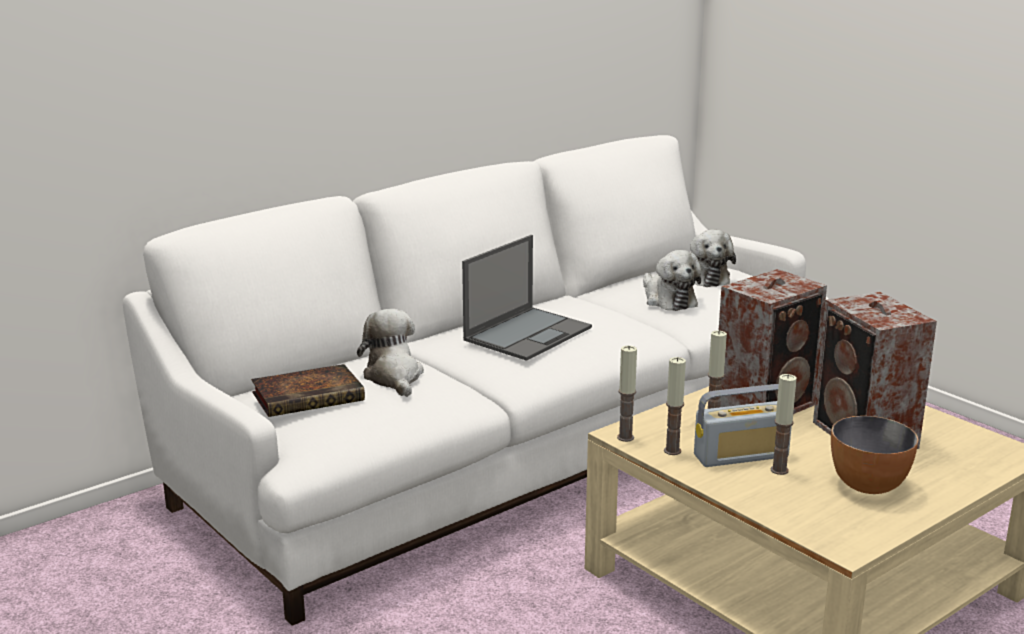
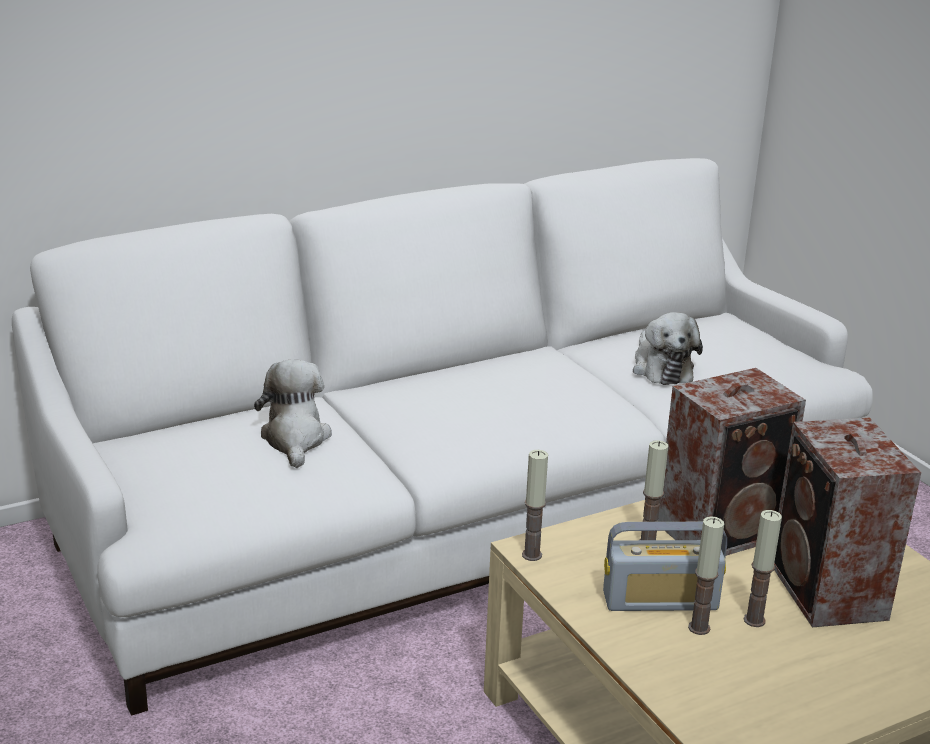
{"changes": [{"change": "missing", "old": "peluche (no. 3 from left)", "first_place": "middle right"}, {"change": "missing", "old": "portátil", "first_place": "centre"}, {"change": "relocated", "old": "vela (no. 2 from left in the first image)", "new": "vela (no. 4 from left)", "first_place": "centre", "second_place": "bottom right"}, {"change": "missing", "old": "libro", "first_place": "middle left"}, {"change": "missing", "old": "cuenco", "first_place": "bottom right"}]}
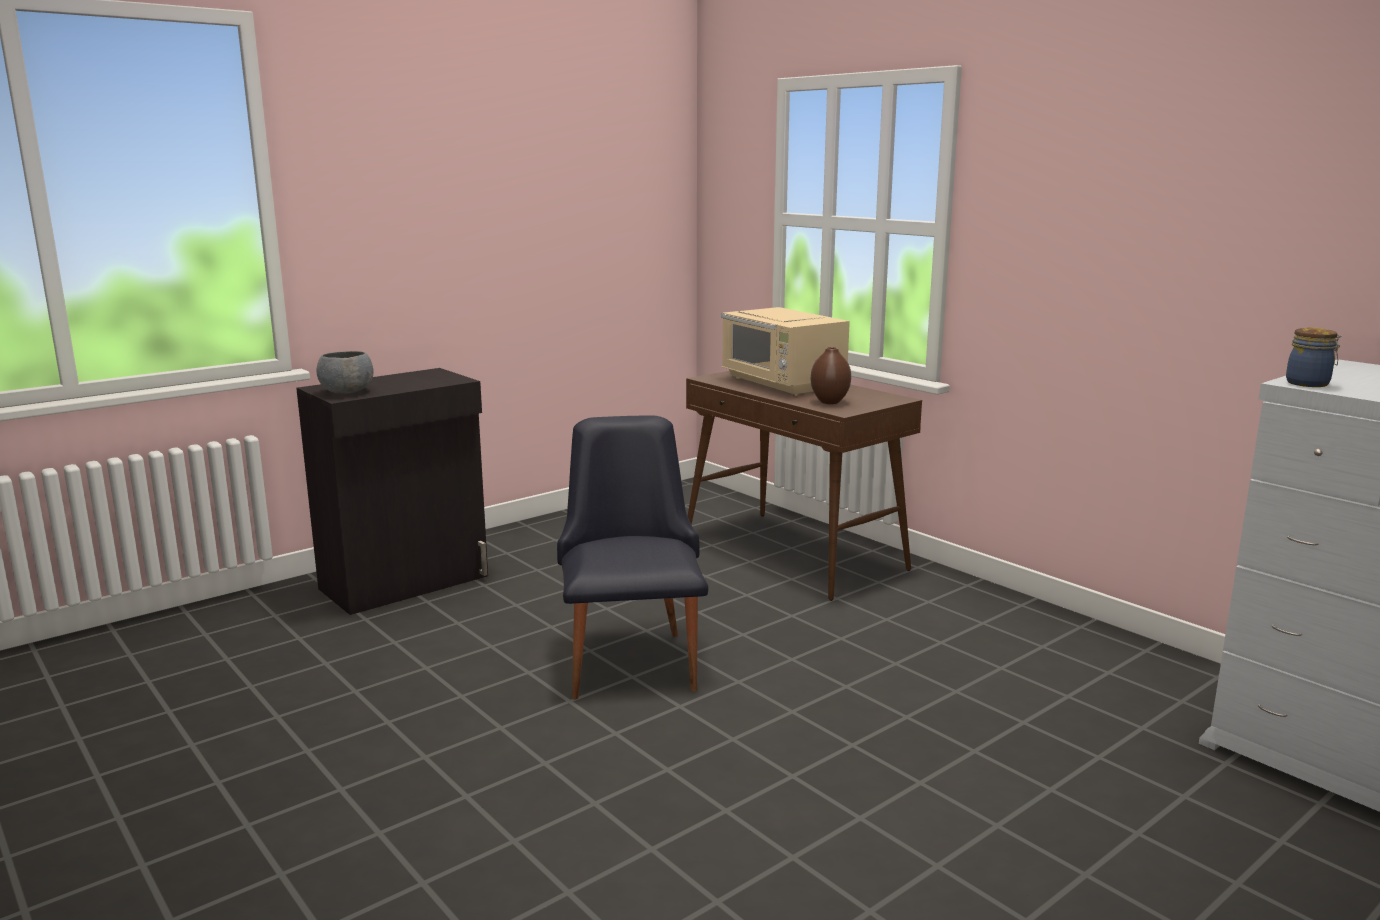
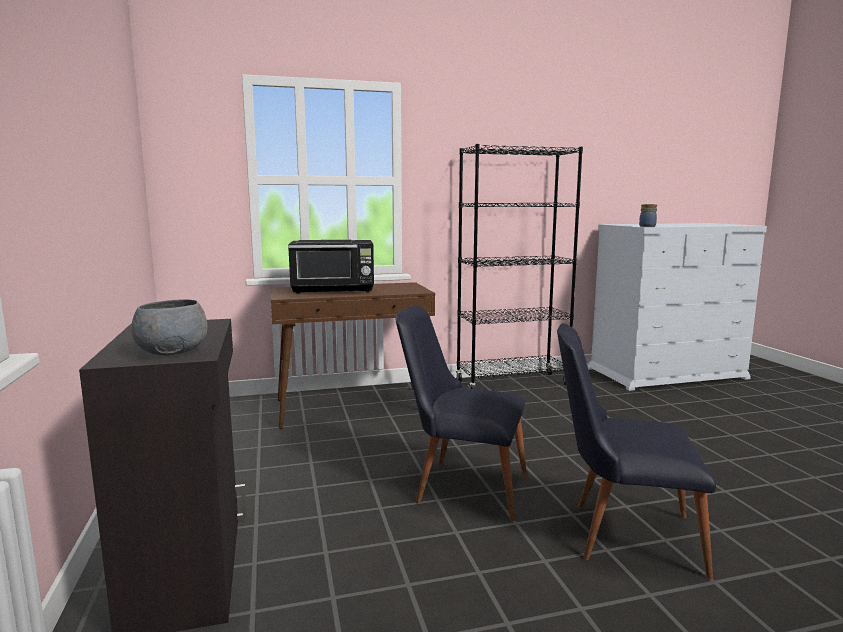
{"changes": [{"change": "colour", "old": "microondas/beis", "new": "microondas/negro", "first_place": "centre", "second_place": "centre"}, {"change": "missing", "old": "florero/marrón", "first_place": "centre"}, {"change": "appeared", "new": "estantería/negro", "second_place": "centre"}, {"change": "appeared", "new": "silla/negro (no. 2 from left)", "second_place": "bottom right"}]}
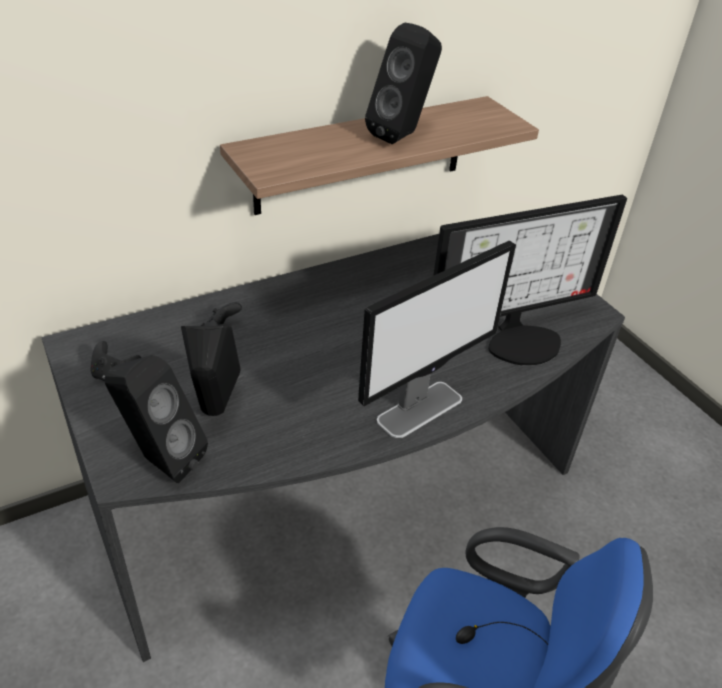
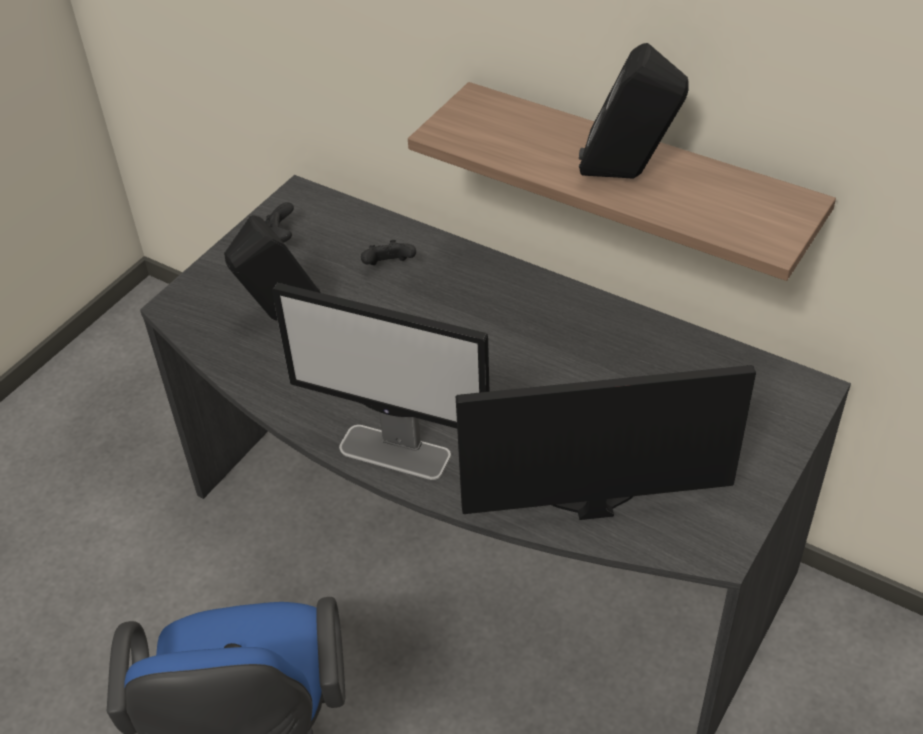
{"changes": [{"change": "spun", "old": "monitor (no. 2 from left)", "first_place": "middle right", "second_place": "centre", "degrees": 135}, {"change": "missing", "old": "altavoz/negro (no. 1 from left)", "first_place": "middle left"}]}
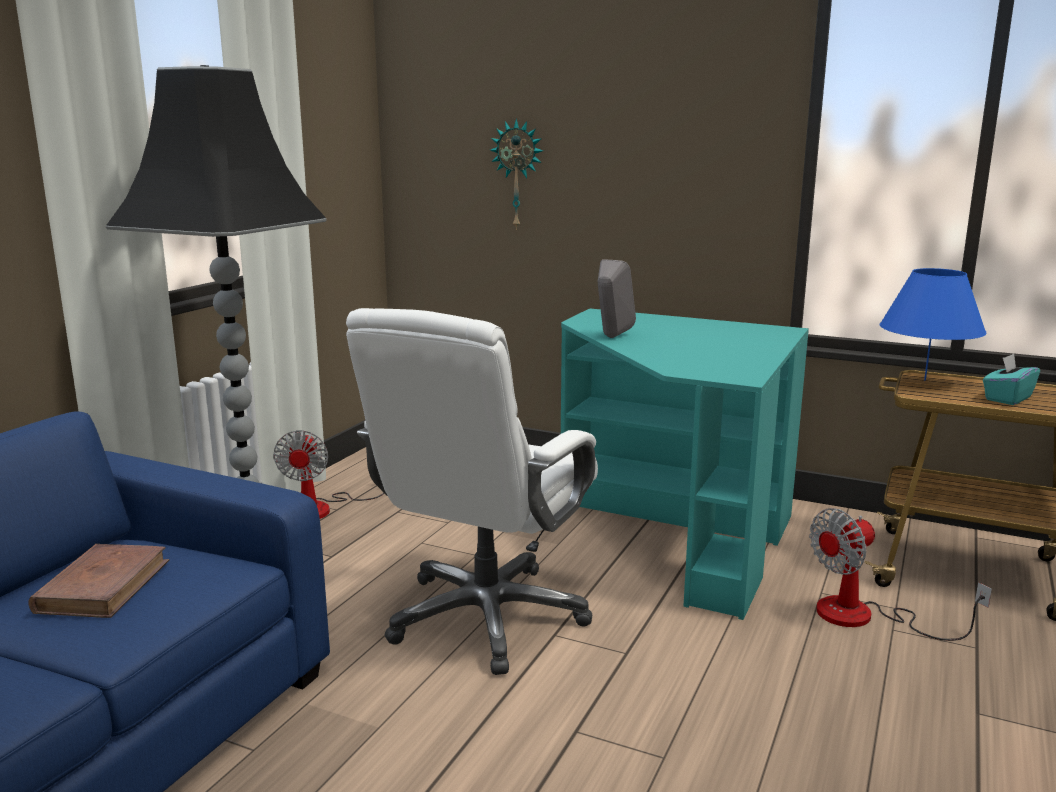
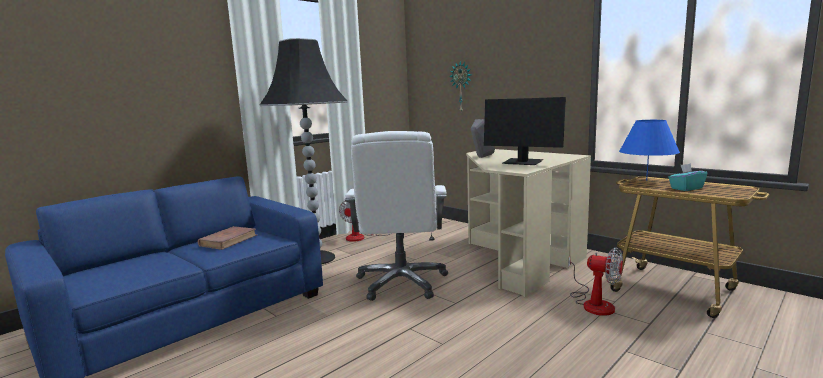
{"changes": [{"change": "spun", "old": "silla de oficina/blanco", "first_place": "centre", "second_place": "centre", "degrees": -45}, {"change": "colour", "old": "escritorio/turquesa", "new": "escritorio/beis", "first_place": "centre", "second_place": "centre"}, {"change": "spun", "old": "ventilador (no. 2 from left)", "first_place": "bottom right", "second_place": "bottom right", "degrees": -135}, {"change": "appeared", "new": "monitor", "second_place": "centre"}]}
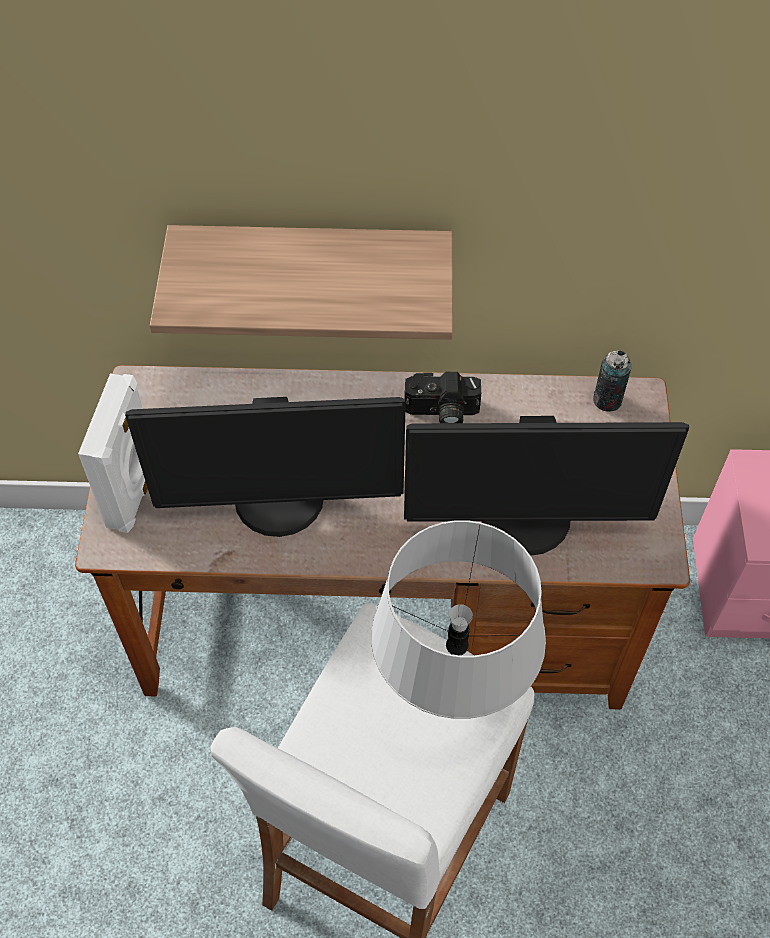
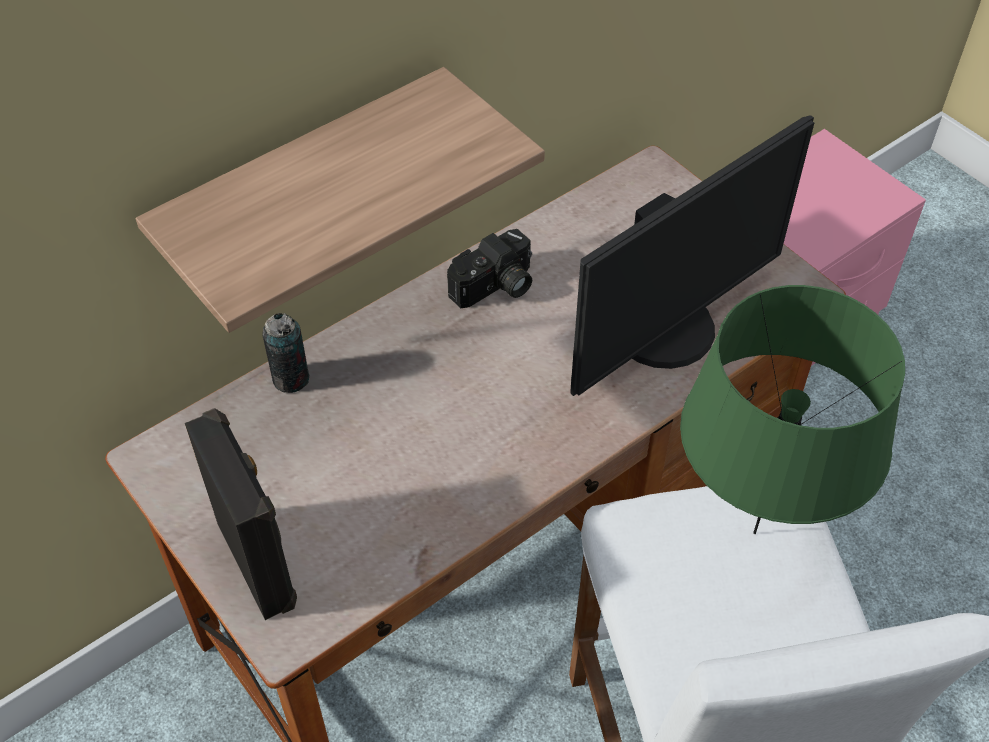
{"changes": [{"change": "relocated", "old": "lata", "first_place": "middle right", "second_place": "middle left"}, {"change": "colour", "old": "altavoz/blanco", "new": "altavoz/negro", "first_place": "middle left", "second_place": "bottom left"}, {"change": "missing", "old": "monitor (no. 1 from left)", "first_place": "centre"}, {"change": "colour", "old": "lámpara de mesa/gris", "new": "lámpara de mesa/verde", "first_place": "centre", "second_place": "middle right"}]}
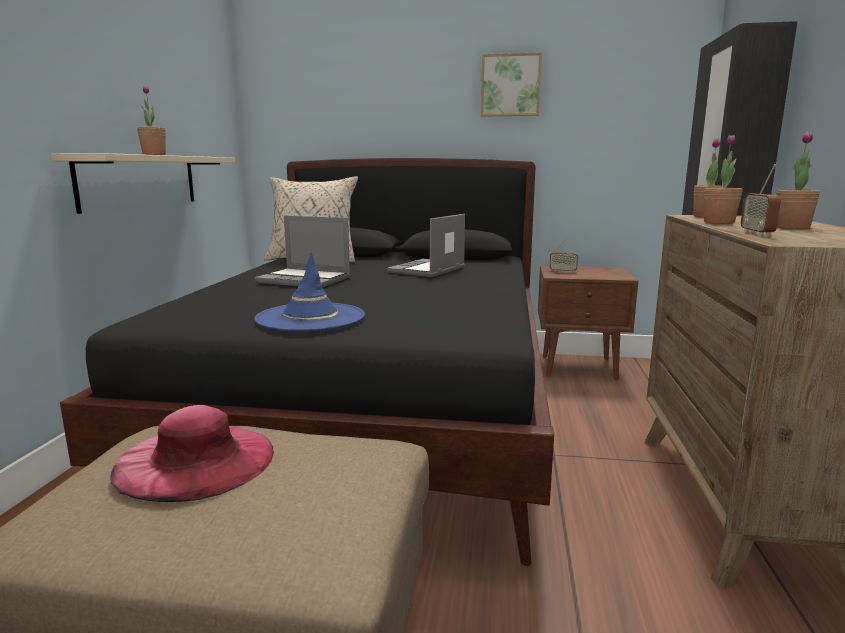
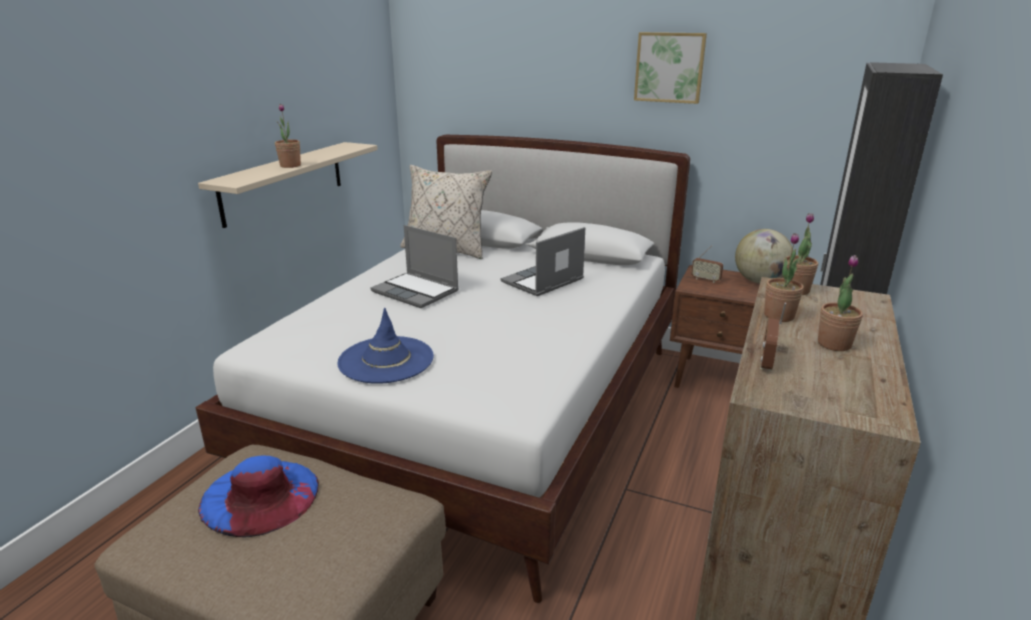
{"changes": [{"change": "colour", "old": "cama/negro", "new": "cama/blanco", "first_place": "centre", "second_place": "centre"}, {"change": "colour", "old": "sombrero/rosa", "new": "sombrero/azul (no. 1 from left)", "first_place": "bottom left", "second_place": "bottom left"}, {"change": "appeared", "new": "globo terráqueo", "second_place": "middle right"}]}
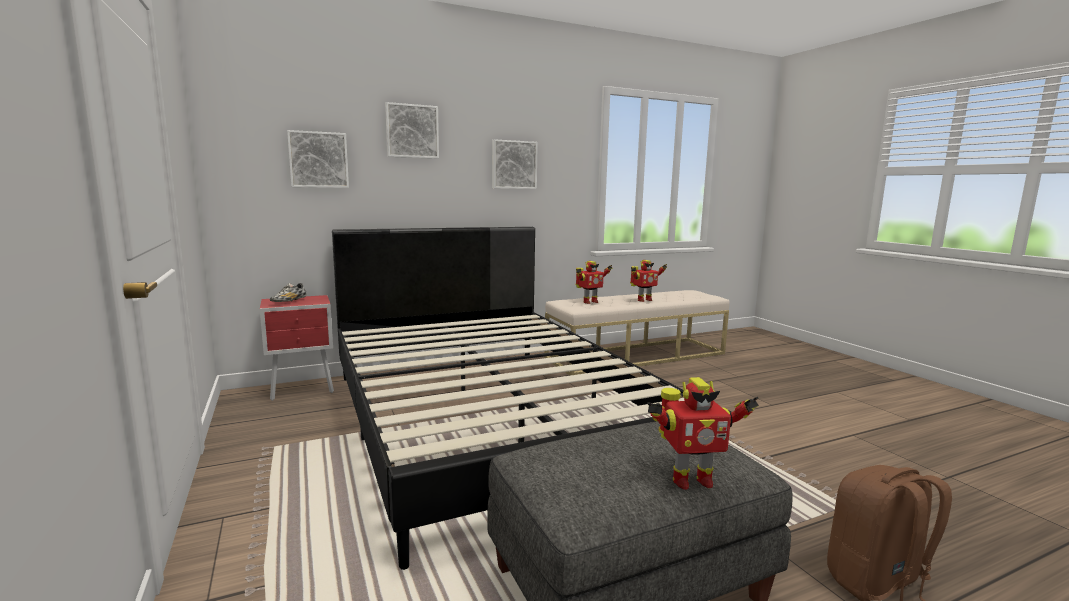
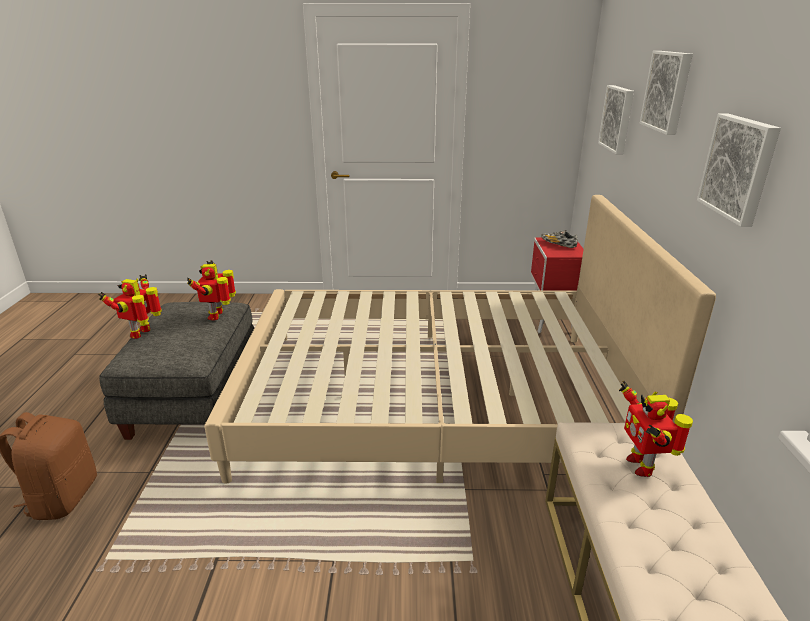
{"changes": [{"change": "colour", "old": "cama/negro", "new": "cama/beis", "first_place": "centre", "second_place": "centre"}, {"change": "relocated", "old": "robot de juguete (no. 2 from left)", "first_place": "centre", "second_place": "middle left"}]}
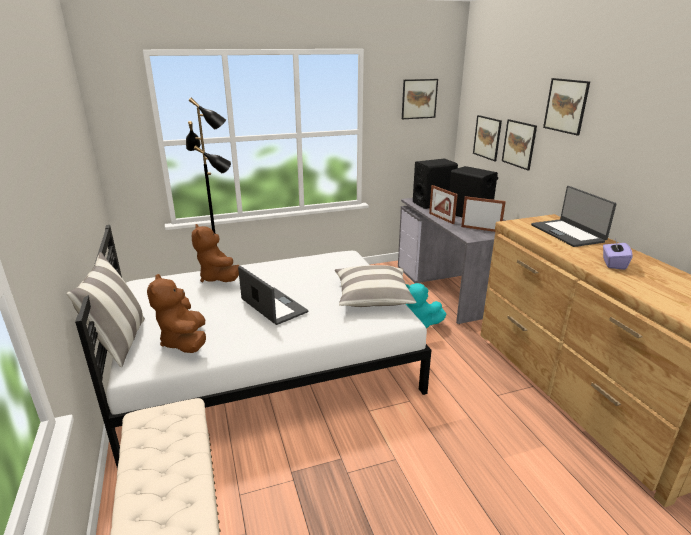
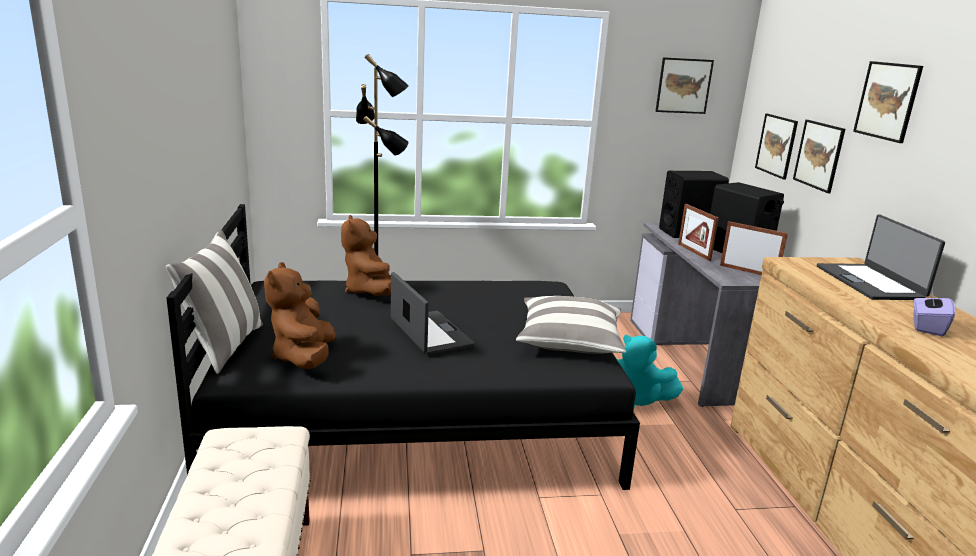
{"changes": [{"change": "colour", "old": "cama/blanco", "new": "cama/negro", "first_place": "centre", "second_place": "centre"}]}
